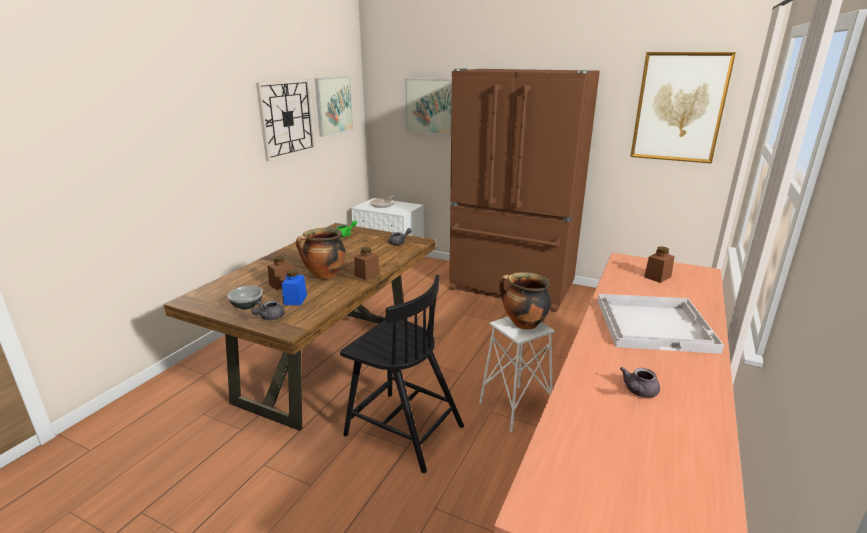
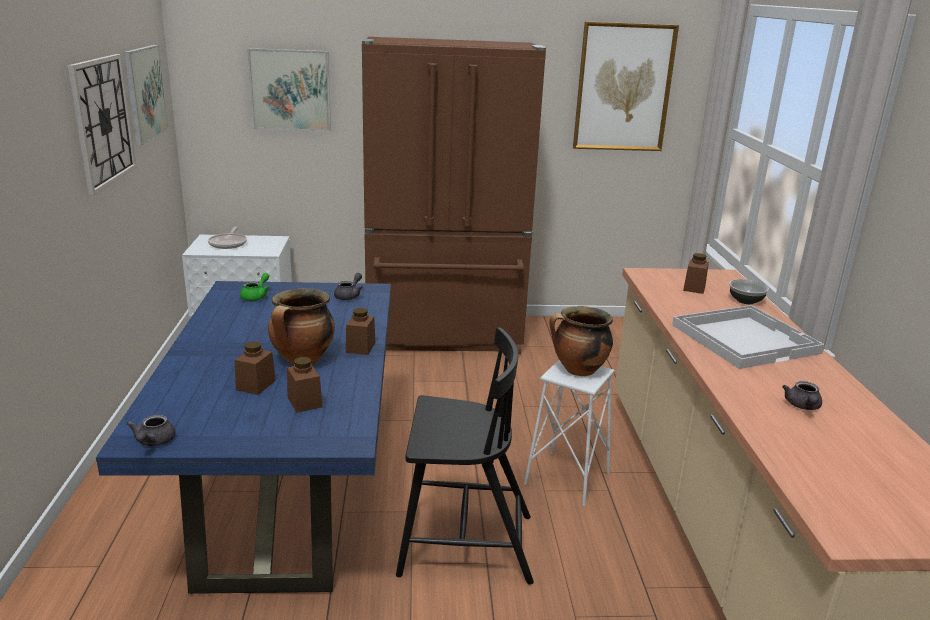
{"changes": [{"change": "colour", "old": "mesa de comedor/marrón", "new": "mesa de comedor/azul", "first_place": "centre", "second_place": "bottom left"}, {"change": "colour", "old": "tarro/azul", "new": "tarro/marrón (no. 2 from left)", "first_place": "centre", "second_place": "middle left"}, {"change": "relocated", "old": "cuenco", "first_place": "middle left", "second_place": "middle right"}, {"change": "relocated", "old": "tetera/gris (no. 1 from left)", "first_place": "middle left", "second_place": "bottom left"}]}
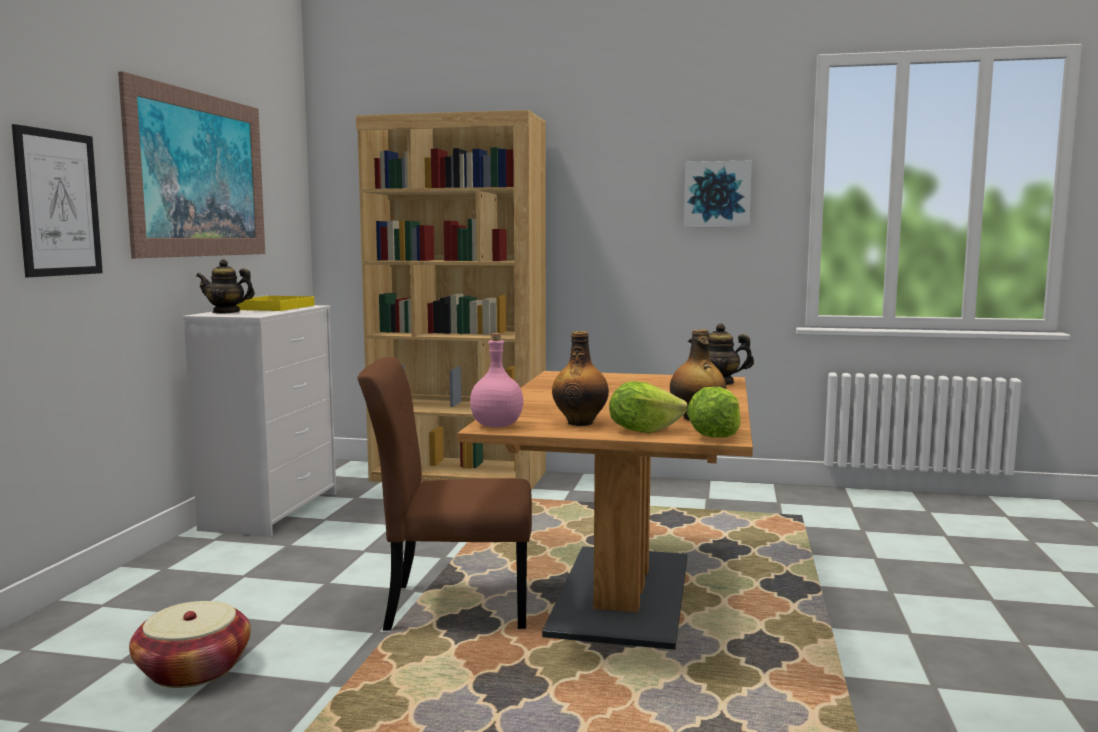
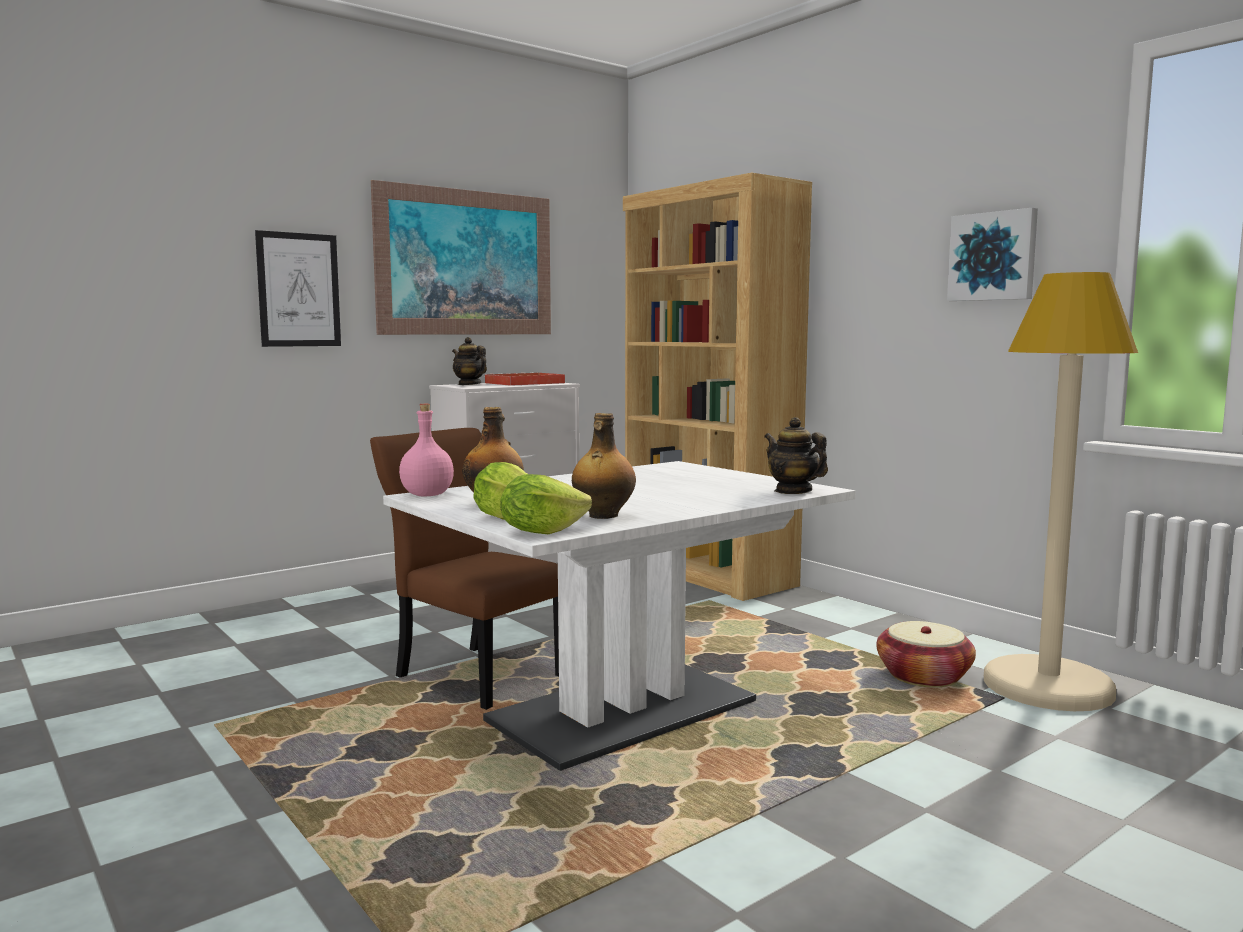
{"changes": [{"change": "colour", "old": "bandeja/amarillo", "new": "bandeja/rojo", "first_place": "middle left", "second_place": "centre"}, {"change": "colour", "old": "mesa de comedor/marrón", "new": "mesa de comedor/blanco", "first_place": "bottom centre", "second_place": "centre"}, {"change": "relocated", "old": "cesta", "first_place": "bottom left", "second_place": "bottom right"}, {"change": "appeared", "new": "lámpara de pie/beis", "second_place": "middle right"}]}
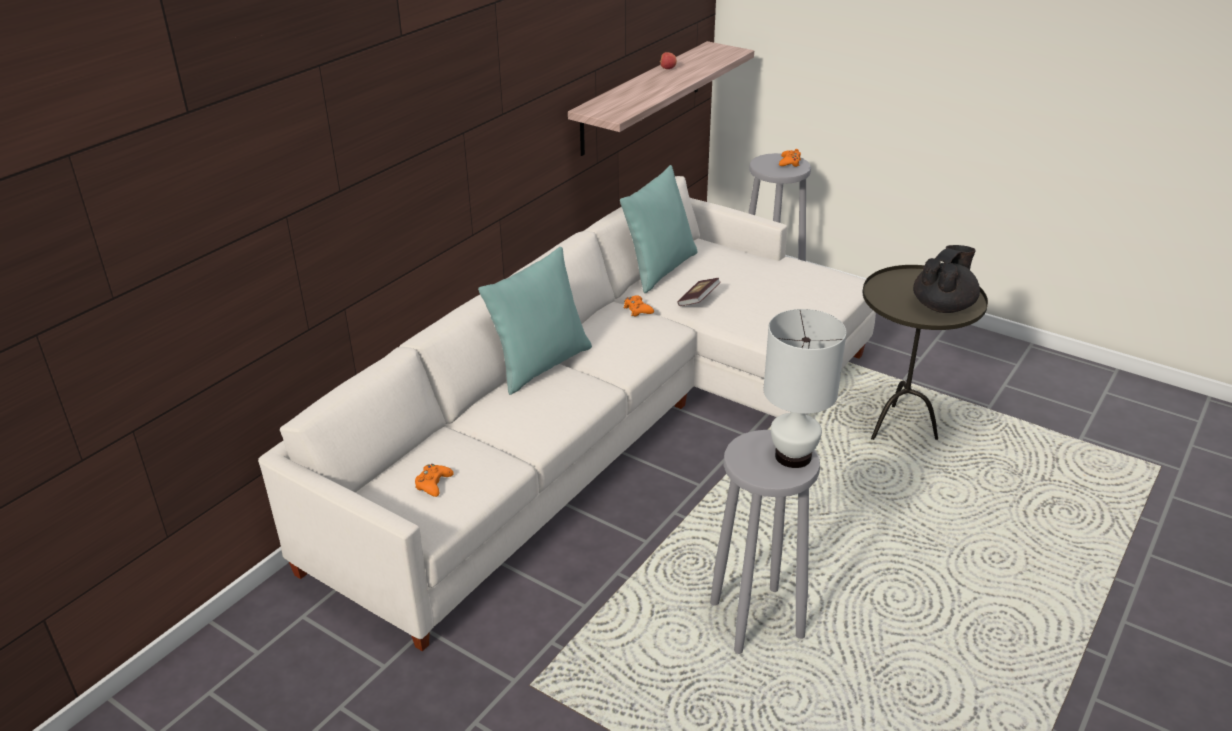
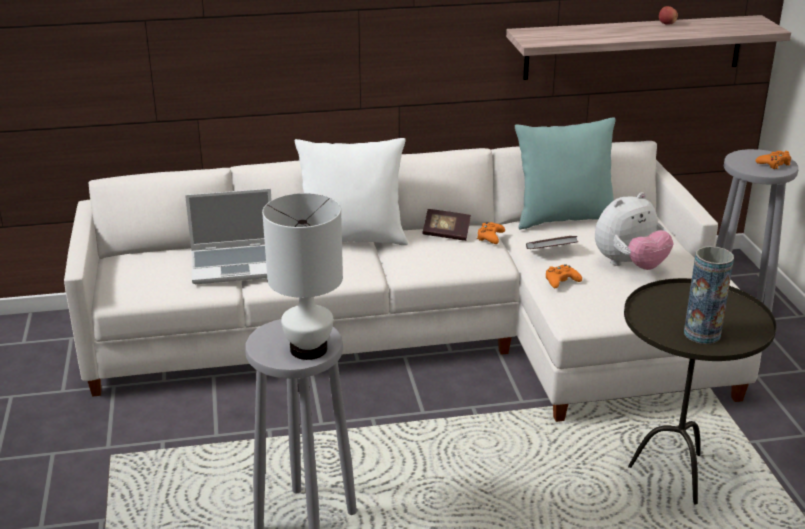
{"changes": [{"change": "exchanged", "old": "tetera/negro", "new": "florero", "first_place": "middle right", "second_place": "middle right"}, {"change": "colour", "old": "cojín/turquesa (no. 1 from left)", "new": "cojín/blanco", "first_place": "centre", "second_place": "centre"}, {"change": "relocated", "old": "mando de consola/naranja (no. 1 from left in the first image)", "new": "mando de consola/naranja (no. 2 from left)", "first_place": "centre", "second_place": "middle right"}, {"change": "appeared", "new": "portátil", "second_place": "middle left"}, {"change": "appeared", "new": "peluche", "second_place": "middle right"}, {"change": "appeared", "new": "libro (no. 1 from left)", "second_place": "centre"}]}
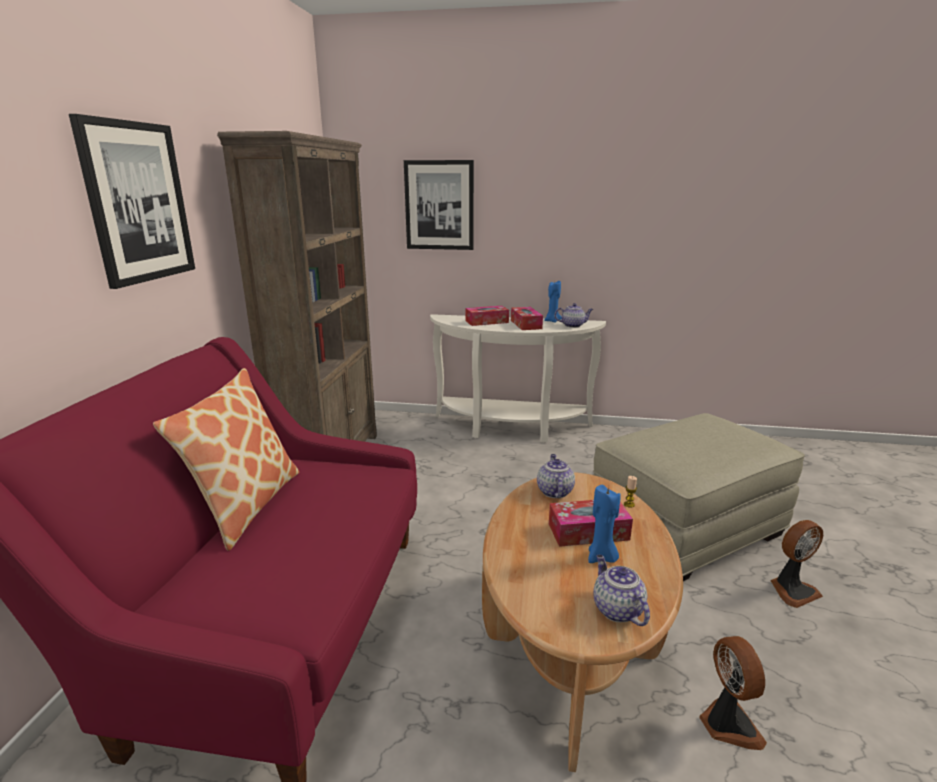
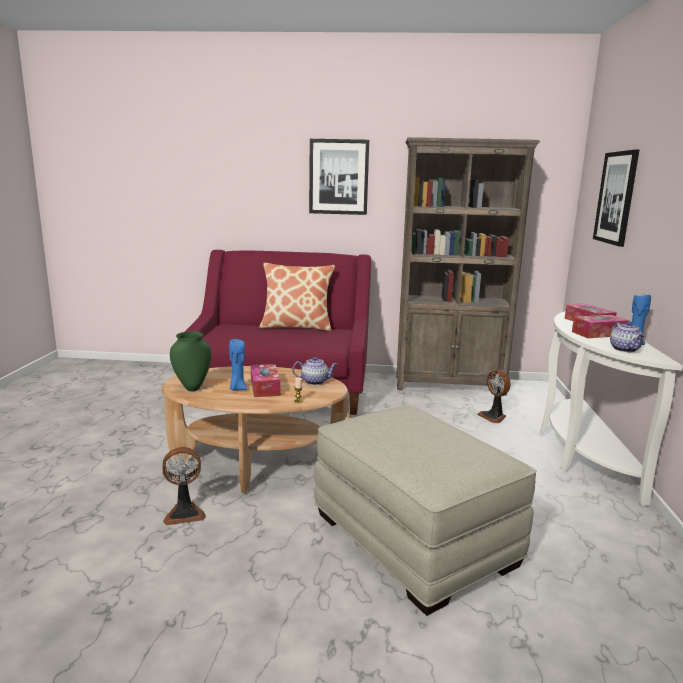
{"changes": [{"change": "relocated", "old": "ventilador (no. 2 from left)", "first_place": "bottom right", "second_place": "middle right"}, {"change": "exchanged", "old": "tetera (no. 3 from left)", "new": "florero/verde", "first_place": "bottom centre", "second_place": "middle left"}]}
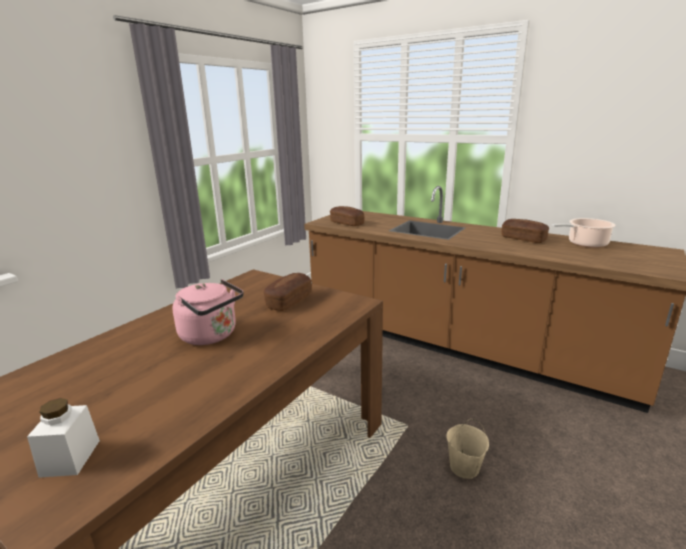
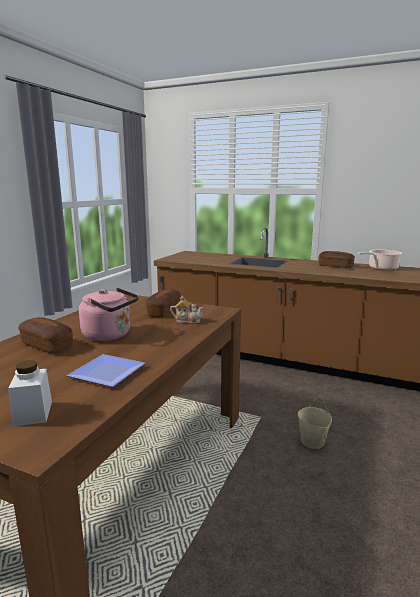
{"changes": [{"change": "relocated", "old": "pan (no. 2 from left in the first image)", "new": "pan (no. 1 from left)", "first_place": "centre", "second_place": "middle left"}, {"change": "appeared", "new": "tetera", "second_place": "centre"}, {"change": "appeared", "new": "plato", "second_place": "middle left"}]}
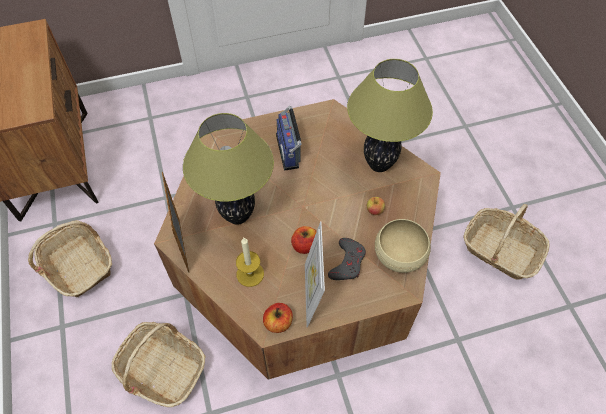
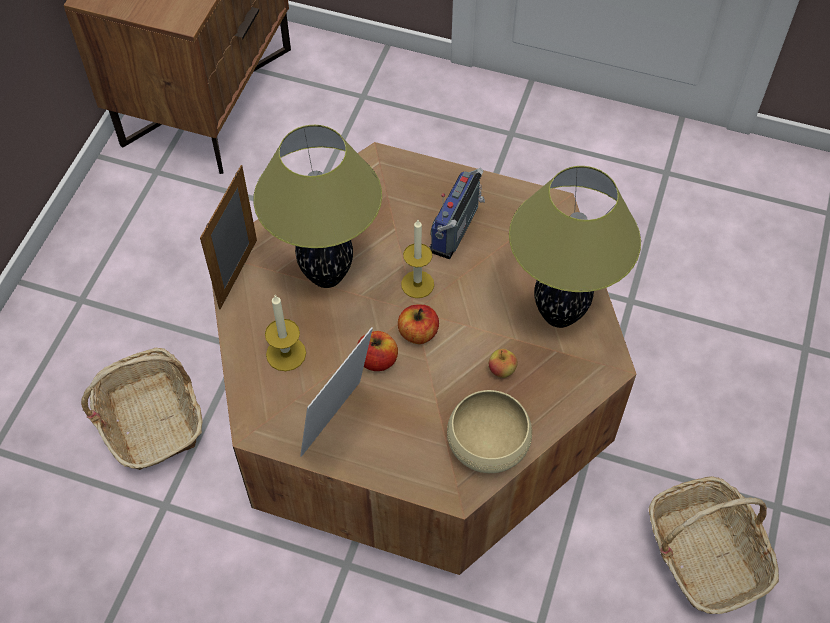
{"changes": [{"change": "missing", "old": "cesta (no. 1 from left)", "first_place": "middle left"}, {"change": "missing", "old": "mando de consola/gris", "first_place": "centre"}, {"change": "relocated", "old": "manzana (no. 1 from left in the first image)", "new": "manzana (no. 2 from left)", "first_place": "bottom centre", "second_place": "centre"}, {"change": "appeared", "new": "vela (no. 2 from left)", "second_place": "centre"}]}
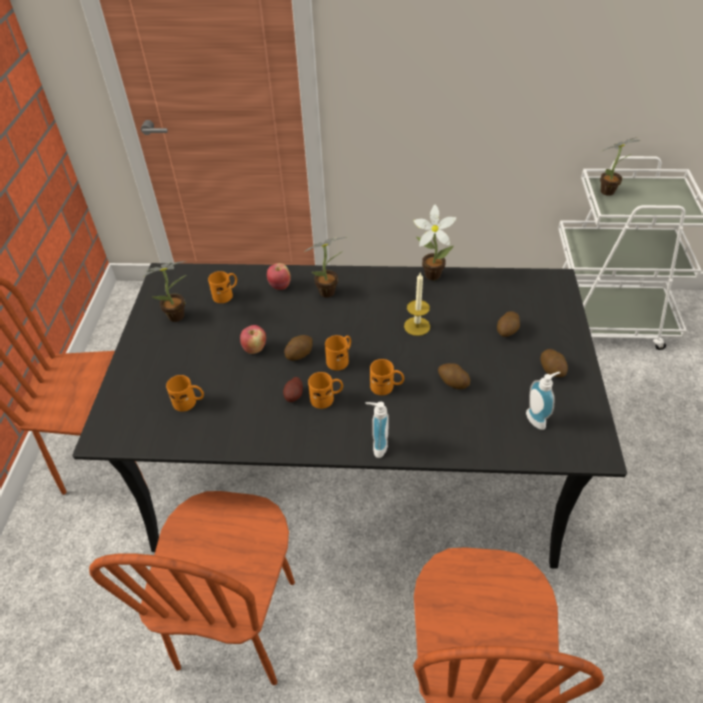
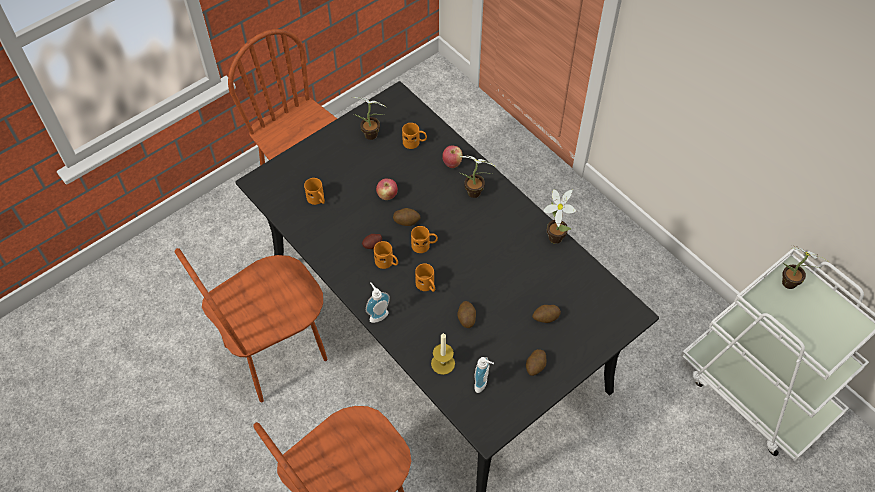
{"changes": [{"change": "relocated", "old": "vela", "first_place": "centre", "second_place": "bottom centre"}]}
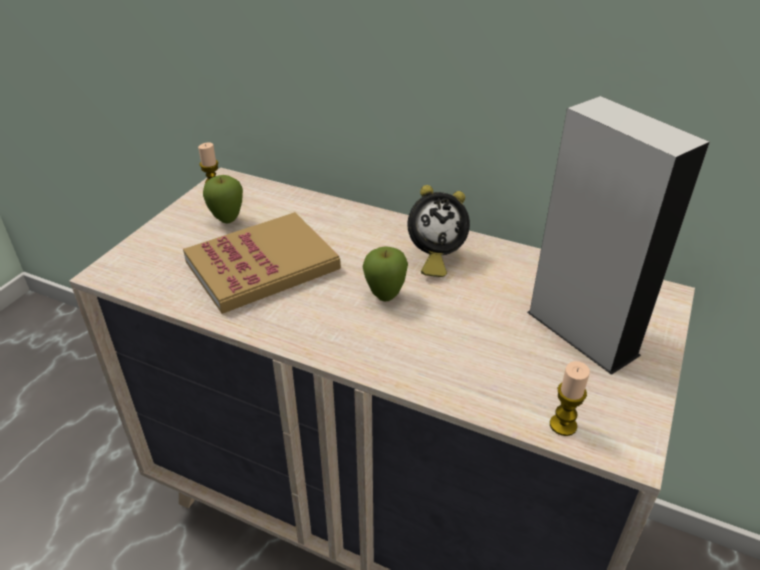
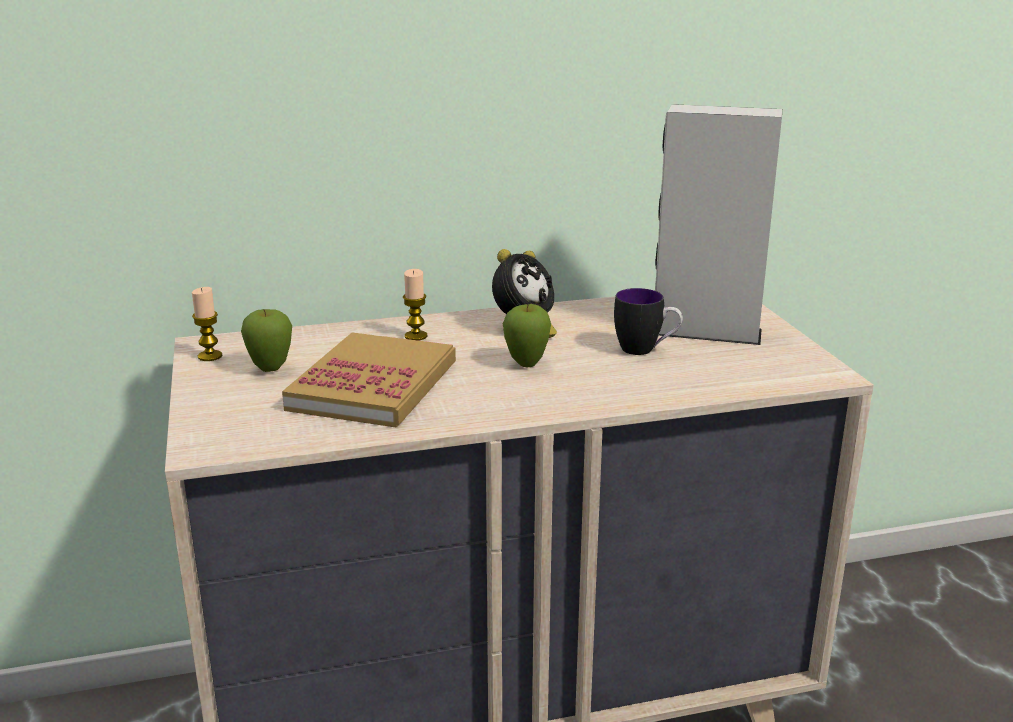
{"changes": [{"change": "relocated", "old": "vela (no. 2 from left)", "first_place": "bottom right", "second_place": "centre"}, {"change": "appeared", "new": "taza grande", "second_place": "centre"}]}
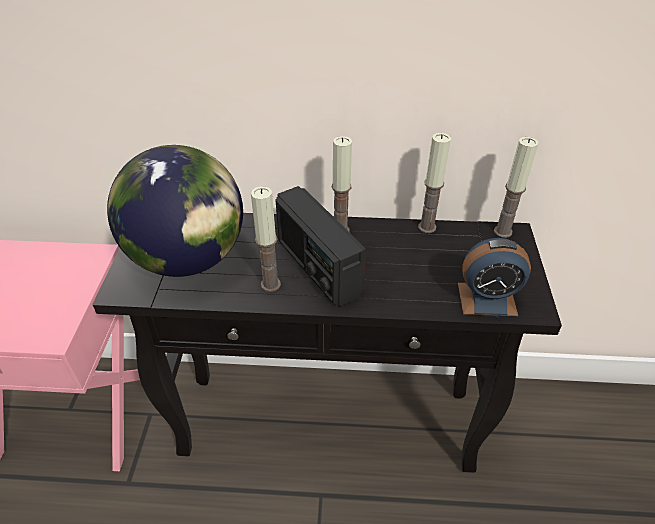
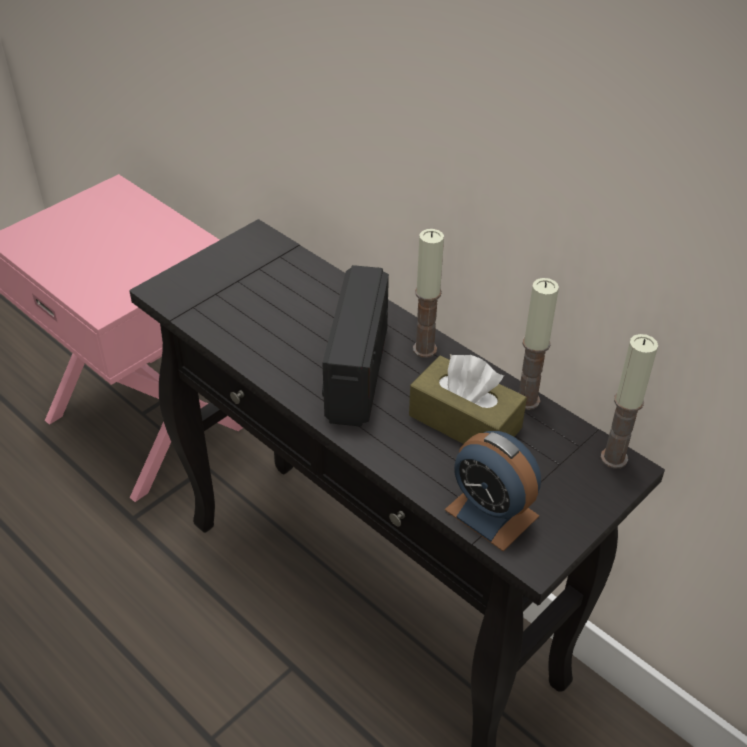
{"changes": [{"change": "missing", "old": "globo terráqueo", "first_place": "middle left"}, {"change": "missing", "old": "vela (no. 1 from left)", "first_place": "centre"}, {"change": "appeared", "new": "caja de pañuelos/marrón", "second_place": "centre"}]}
